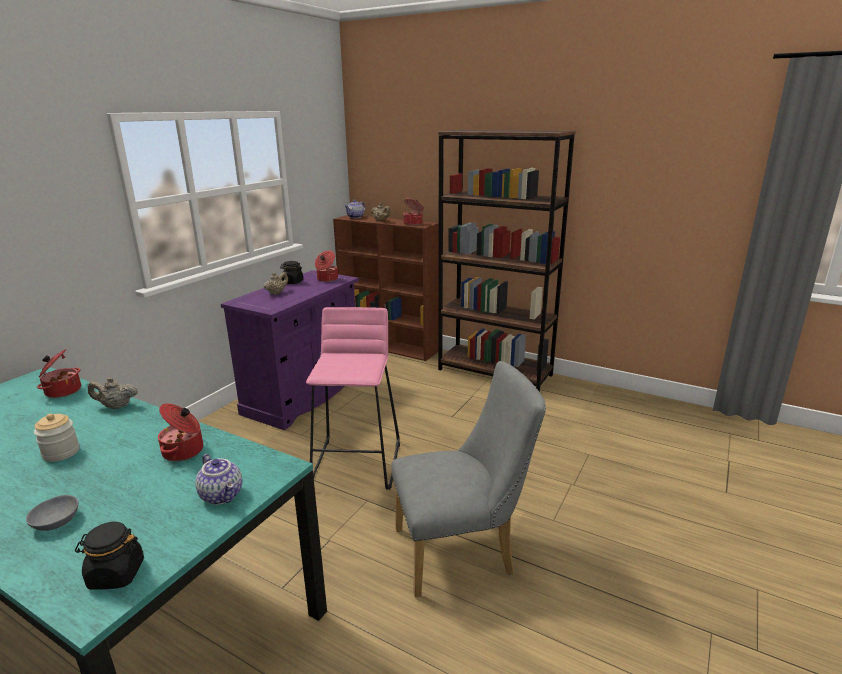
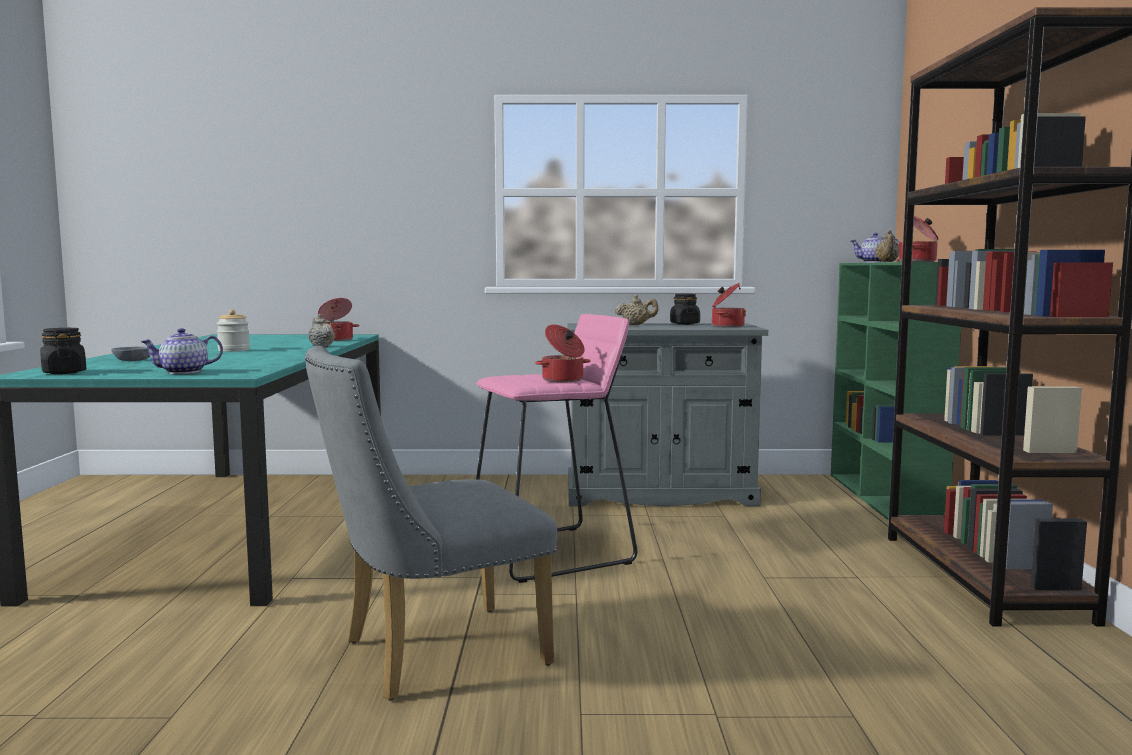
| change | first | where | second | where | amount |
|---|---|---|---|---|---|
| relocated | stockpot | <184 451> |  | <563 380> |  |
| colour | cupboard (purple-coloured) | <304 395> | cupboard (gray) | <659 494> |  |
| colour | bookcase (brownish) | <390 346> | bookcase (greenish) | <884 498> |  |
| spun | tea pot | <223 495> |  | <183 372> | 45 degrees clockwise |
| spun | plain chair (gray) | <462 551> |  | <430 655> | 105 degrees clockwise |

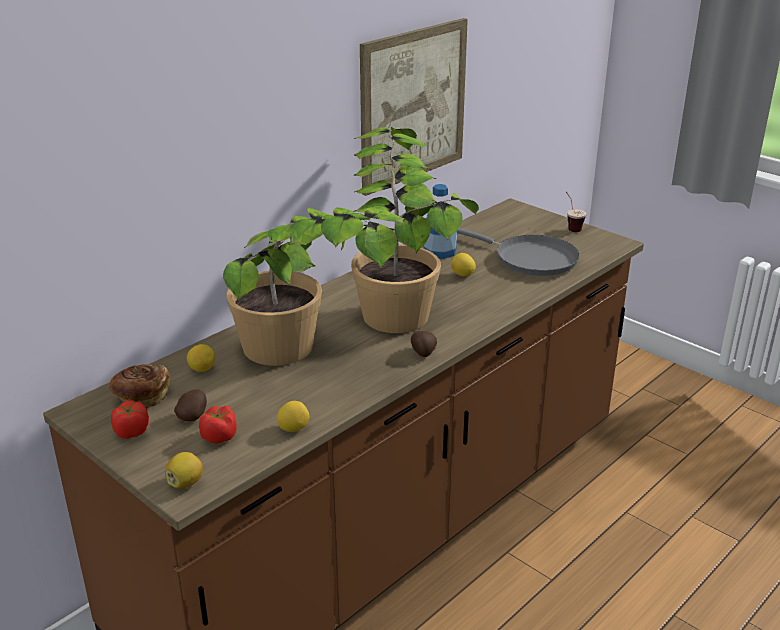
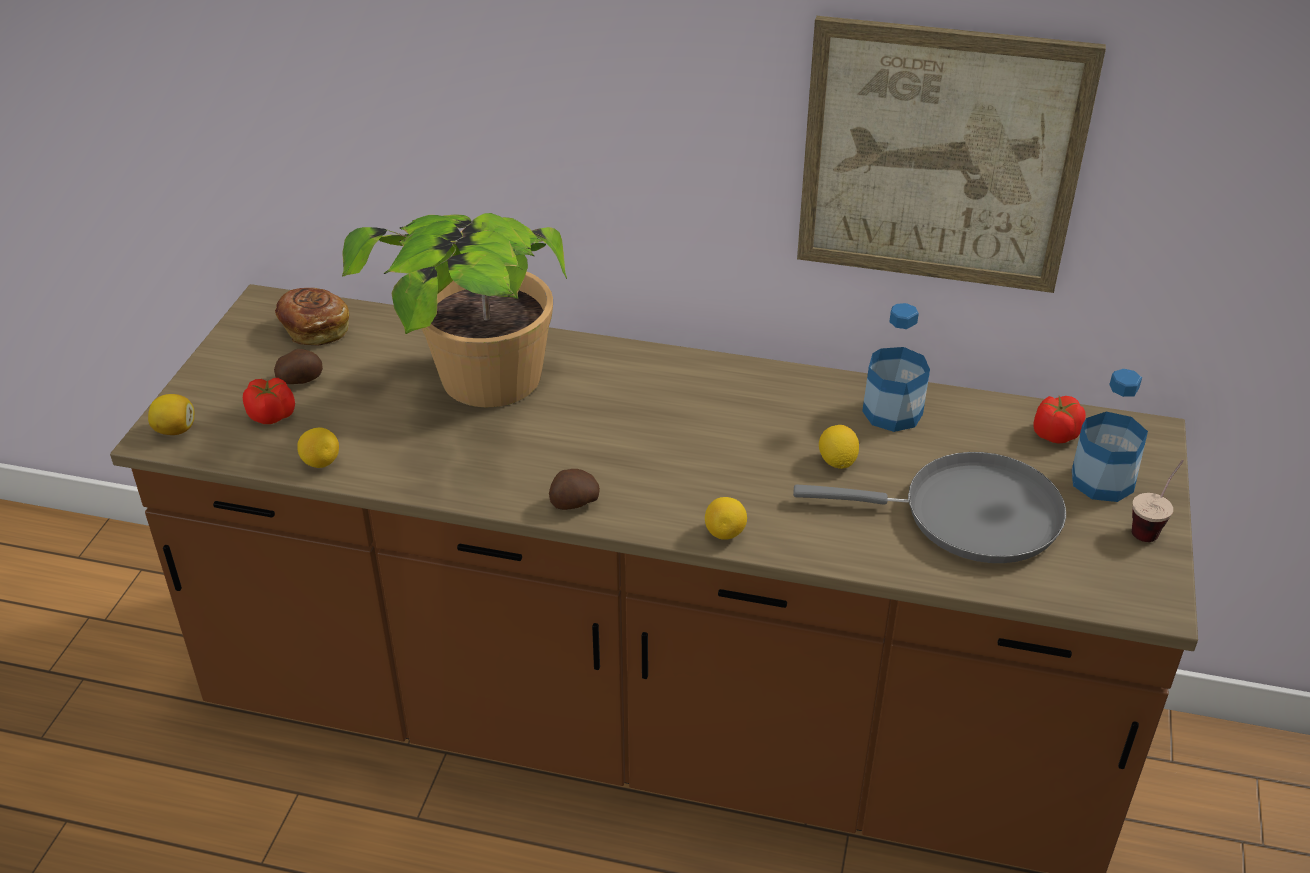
| change | first | where | second | where | amount |
|---|---|---|---|---|---|
| missing | plant in a pot | <398 299> |  |  |  |
| appeared |  |  | beverage bottle | <1102 481> |  |
| relocated | whole tomato | <131 432> |  | <1055 434> |  |
| relocated | lemon | <202 369> |  | <725 533> |  |
| spun | frying pan (gray) | <530 259> |  | <969 515> | 90 degrees counterclockwise |

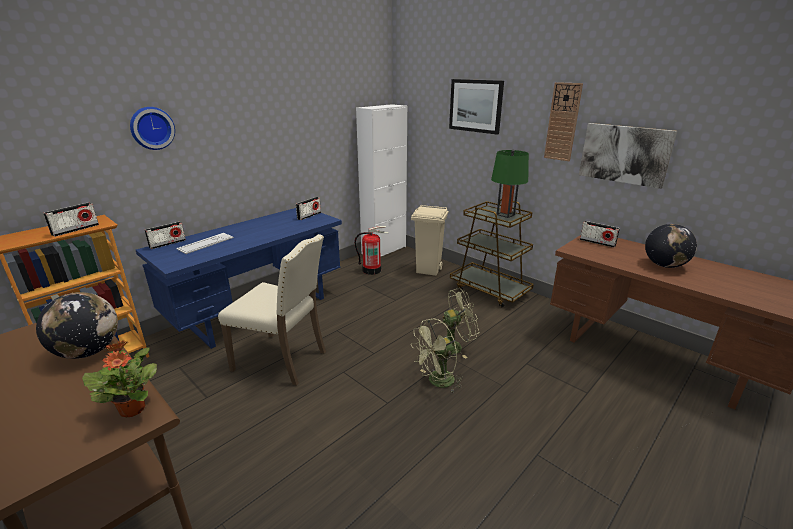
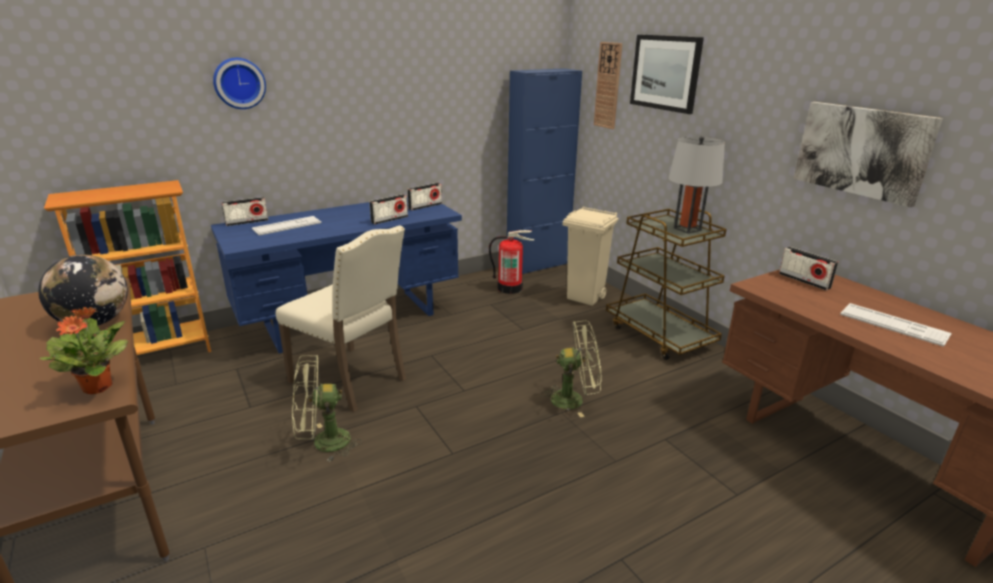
| change | first | where | second | where | amount |
|---|---|---|---|---|---|
| relocated | radio receiver | <75 230> |  | <389 219> |  |
| relocated | fan (greenish) | <437 382> |  | <323 443> |  |
| relocated | wall clock | <562 122> |  | <608 85> |  |
| exchanged | desk globe | <664 265> | keyboard | <893 325> |  |
| colour | cupboard (white) | <384 250> | cupboard (bluish) | <537 265> |  |
| colour | lamp for a table (greenish) | <505 214> | lamp for a table (gray) | <687 229> |  |

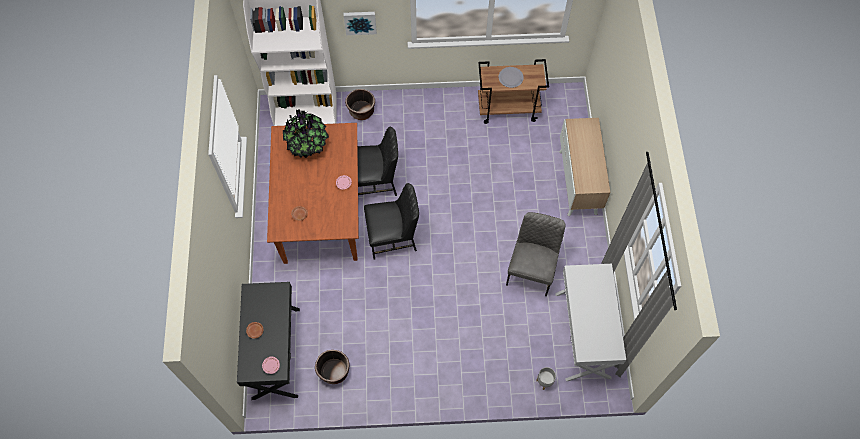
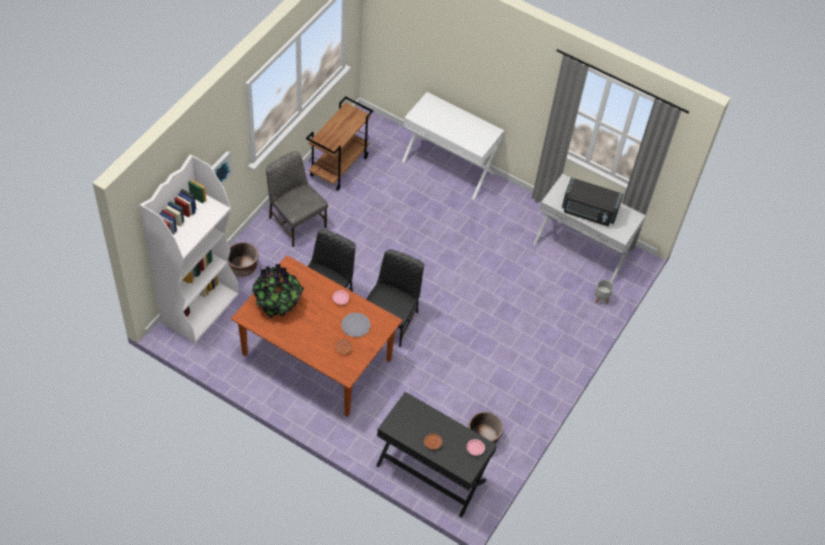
| change | first | where | second | where | amount |
|---|---|---|---|---|---|
| appeared |  |  | kitchen microwave (black) | <589 212> |  |
| relocated | flat dish (gray) | <510 78> |  | <355 325> |  |
| relocated | plain chair (gray) | <531 270> |  | <296 222> |  |
| exchanged | cupboard | <578 182> | console table (white) | <448 167> |  |

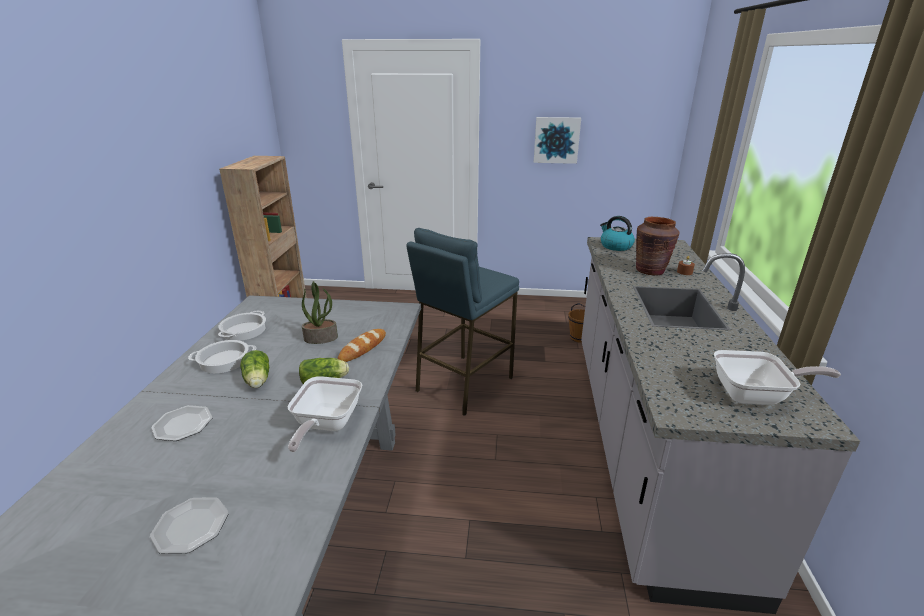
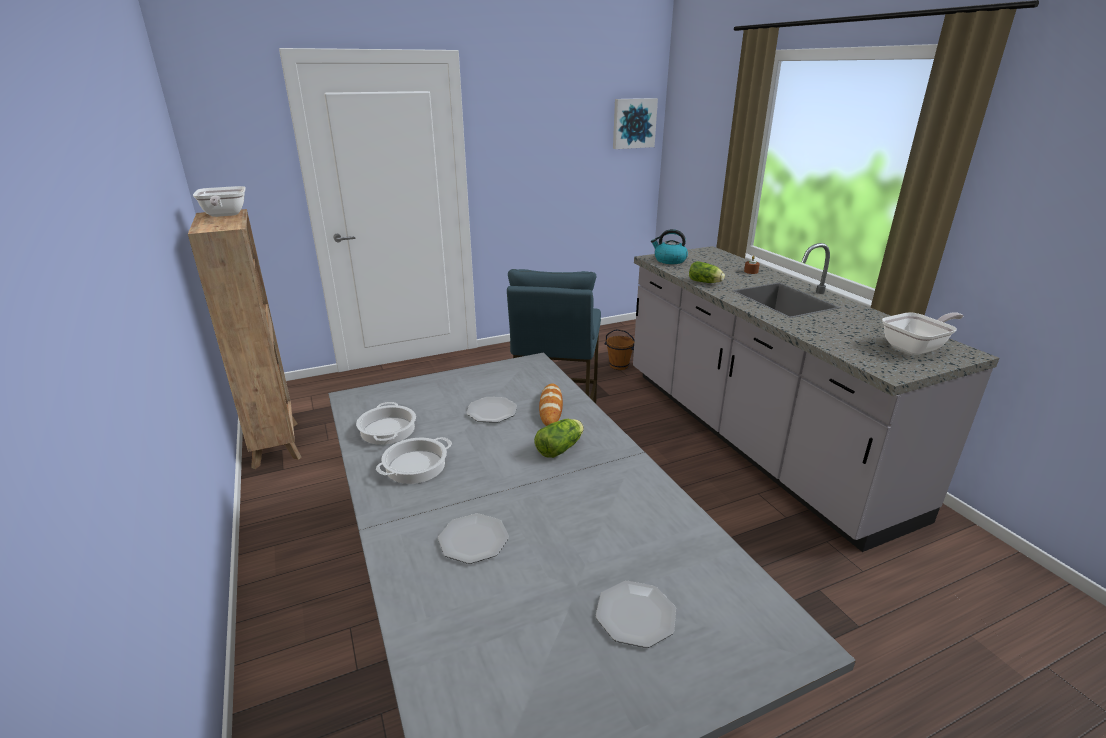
| change | first | where | second | where | amount |
|---|---|---|---|---|---|
| missing | vase (brownish) | <650 271> |  |  |  |
| relocated | head of lettuce | <257 381> |  | <706 282> |  |
| relocated | frying pan | <325 425> |  | <224 215> |  |
| relocated | wall picture | <556 140> |  | <633 123> |  |
| exchanged | plant in a pot | <321 338> | flat dish | <492 411> |  |

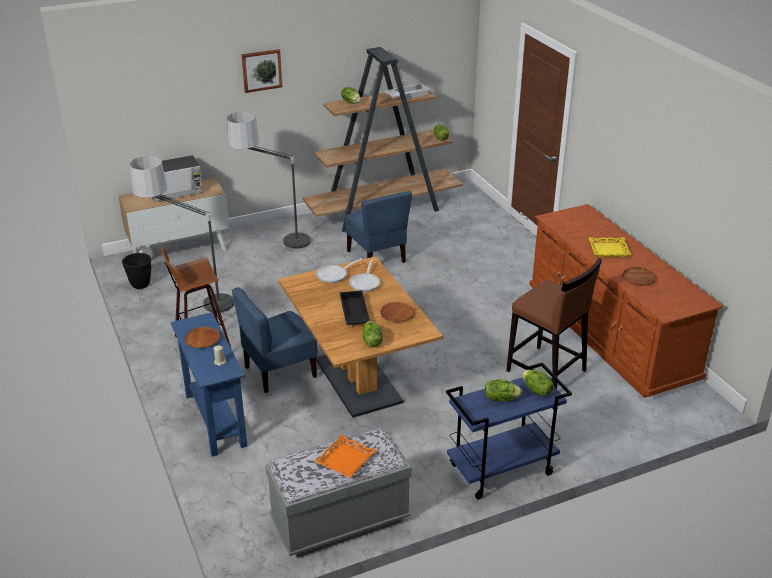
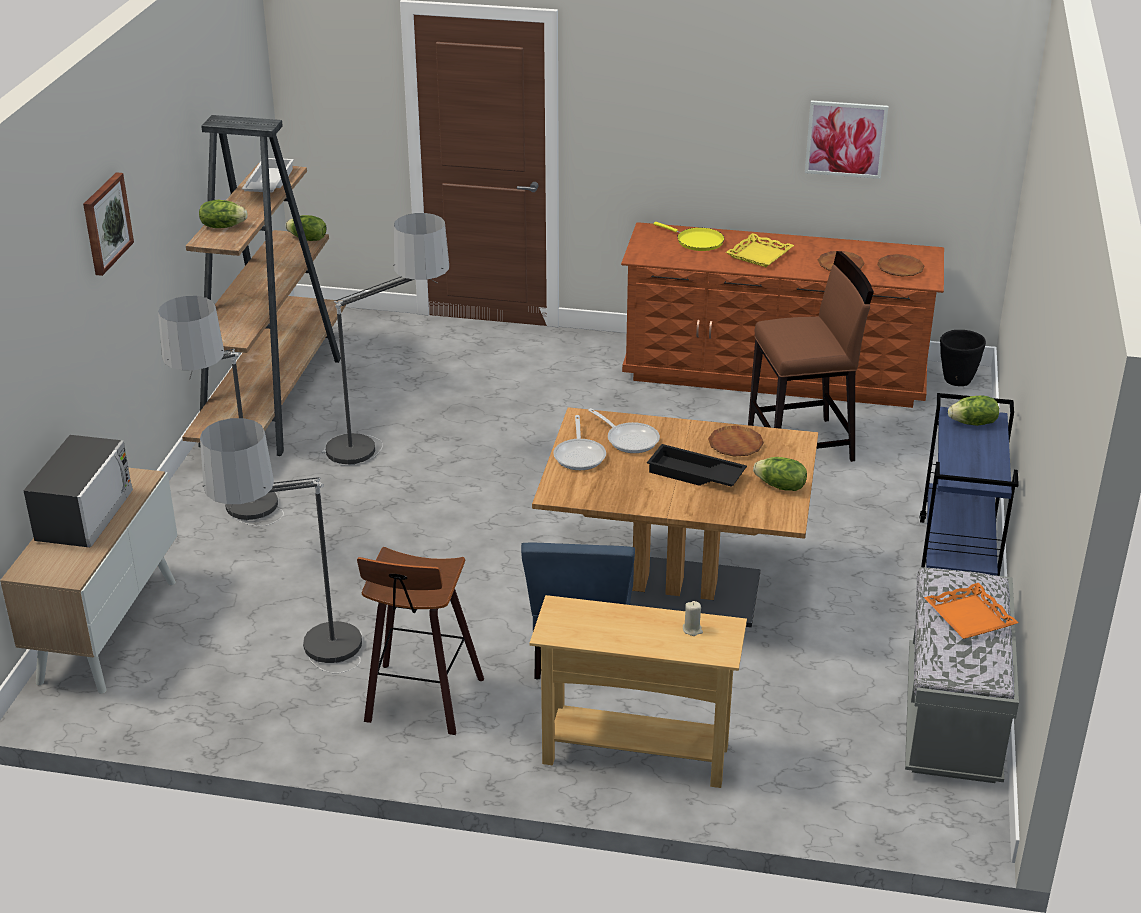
| change | first | where | second | where | amount |
|---|---|---|---|---|---|
| missing | head of lettuce | <501 398> |  |  |  |
| appeared |  |  | frying pan (yellow) | <697 241> |  |
| appeared |  |  | wall picture | <846 139> |  |
| relocated | plant pot (black) | <140 285> |  | <956 380> |  |
| relocated | flat dish (brownish) | <202 340> |  | <900 269> |  |
| exchanged | plain chair (bluish) | <377 256> | standard lamp | <390 455> |  |
| colour | console table (bluish) | <215 420> | console table (sand-coloured) | <635 754> |  |

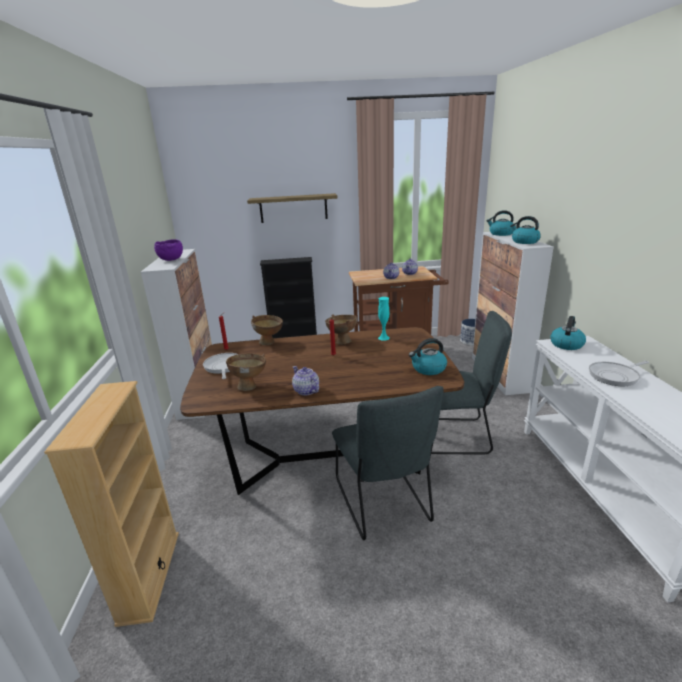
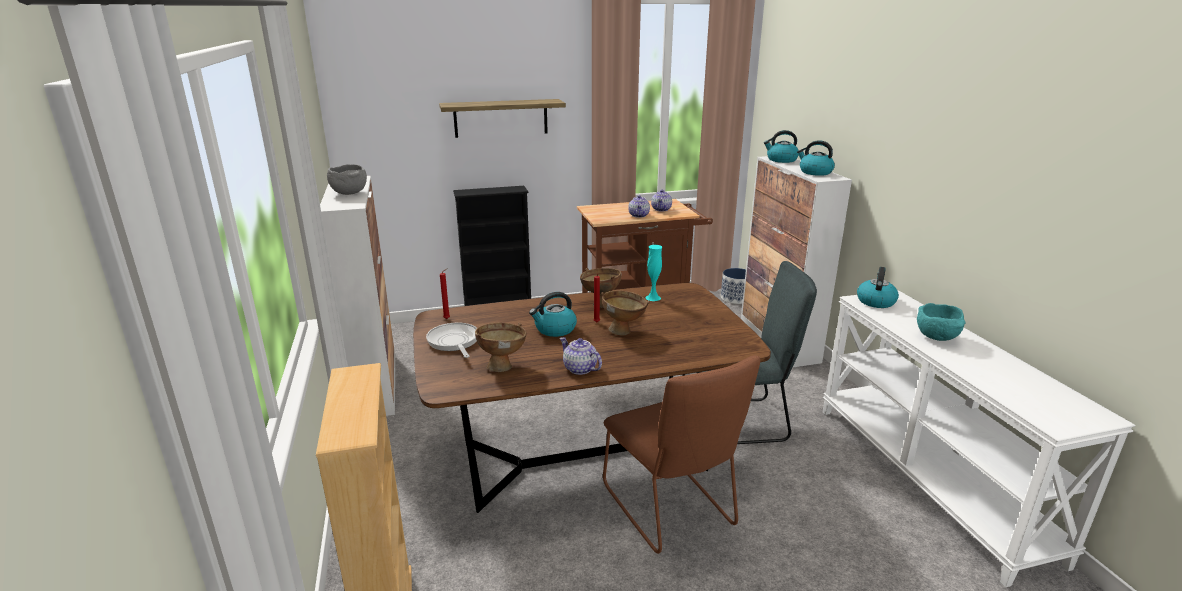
| change | first | where | second | where | amount |
|---|---|---|---|---|---|
| relocated | deep dish (brownish) | <270 343> |  | <624 331> |  |
| relocated | water kettle | <428 369> |  | <555 329> |  |
| exchanged | frying pan | <615 376> | deep dish (turquoise-coloured) | <937 338> |  |
| colour | deep dish (purple-coloured) | <171 260> | deep dish (gray) | <349 193> |  |
| colour | plain chair (gray) | <383 504> | plain chair (brownish) | <671 509> |  |

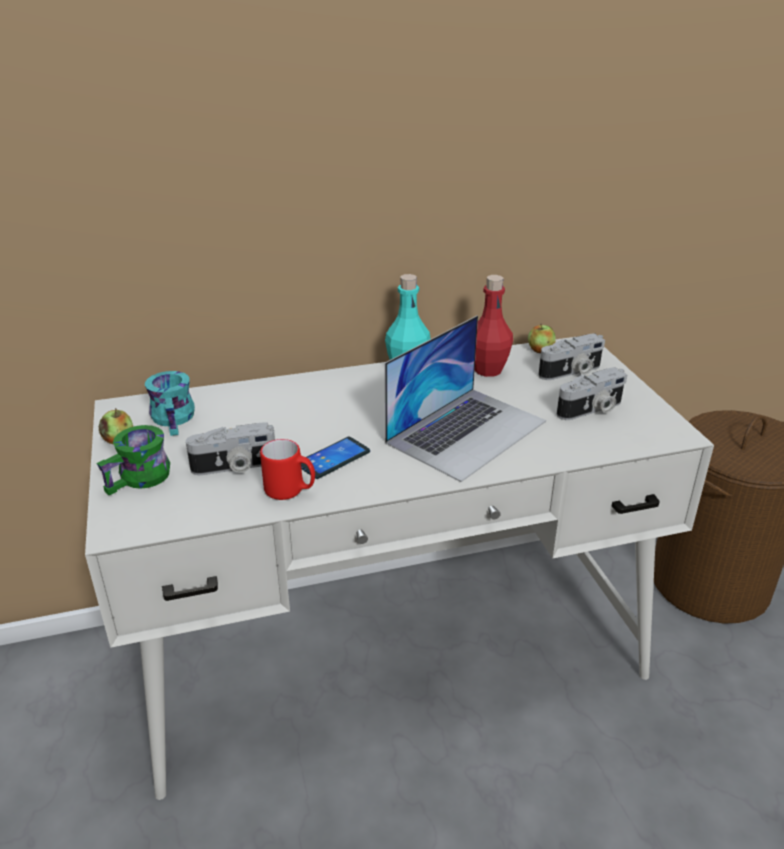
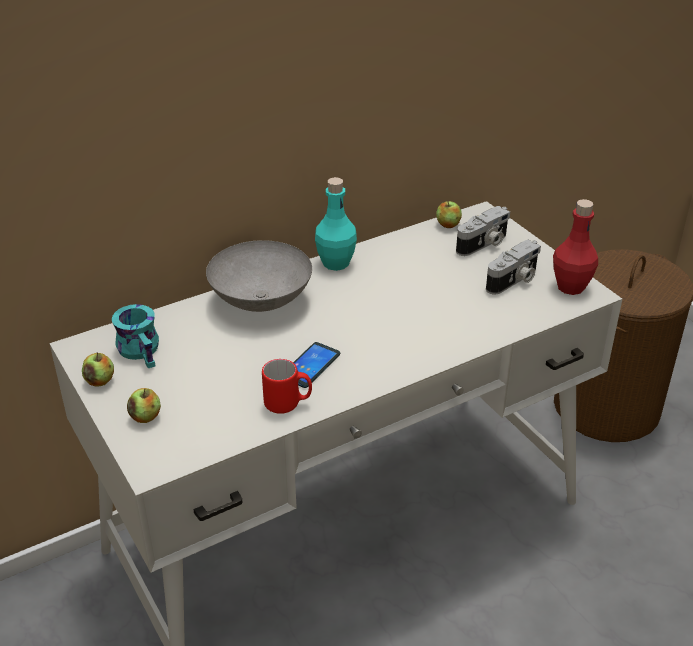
| change | first | where | second | where | amount |
|---|---|---|---|---|---|
| missing | photo camera | <234 467> |  |  |  |
| missing | laptop | <467 431> |  |  |  |
| appeared |  |  | deep dish (gray) | <260 300> |  |
| relocated | beverage bottle (red) | <488 370> |  | <570 287> |  |
| exchanged | mug (greenish) | <141 480> | apple fruit | <145 417> |  |

